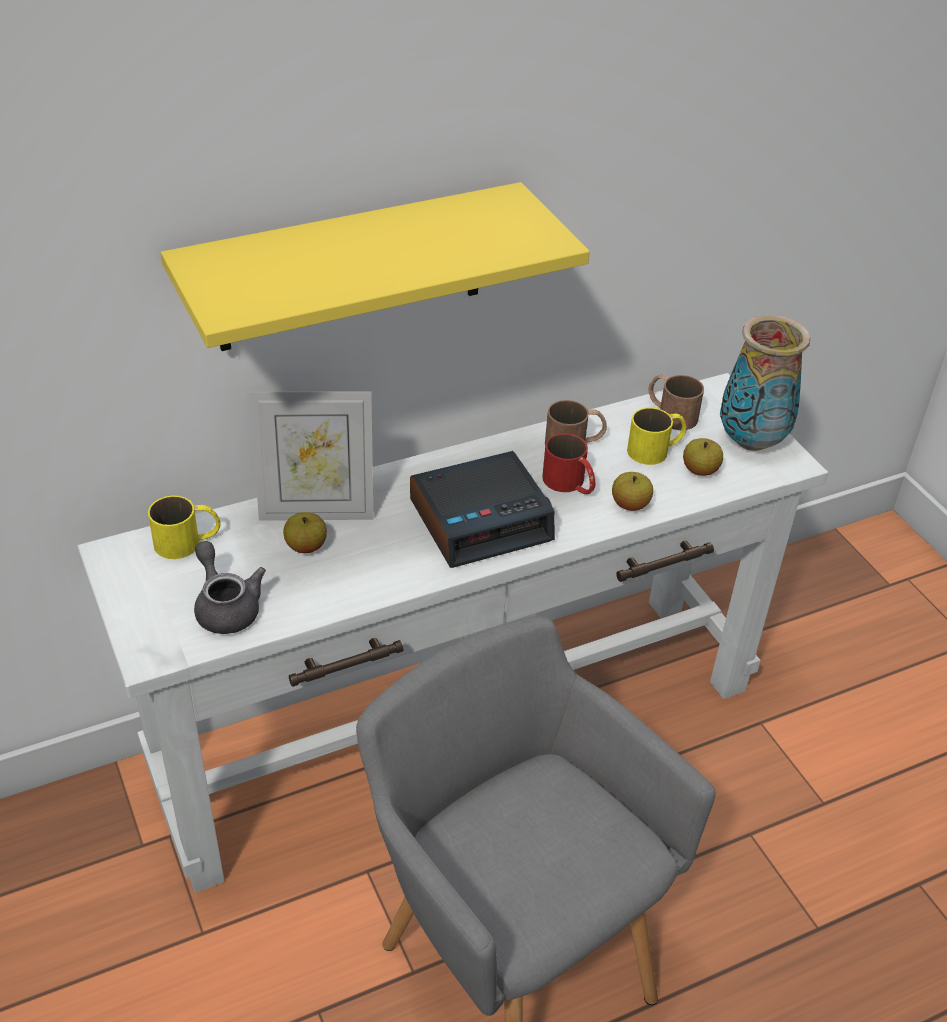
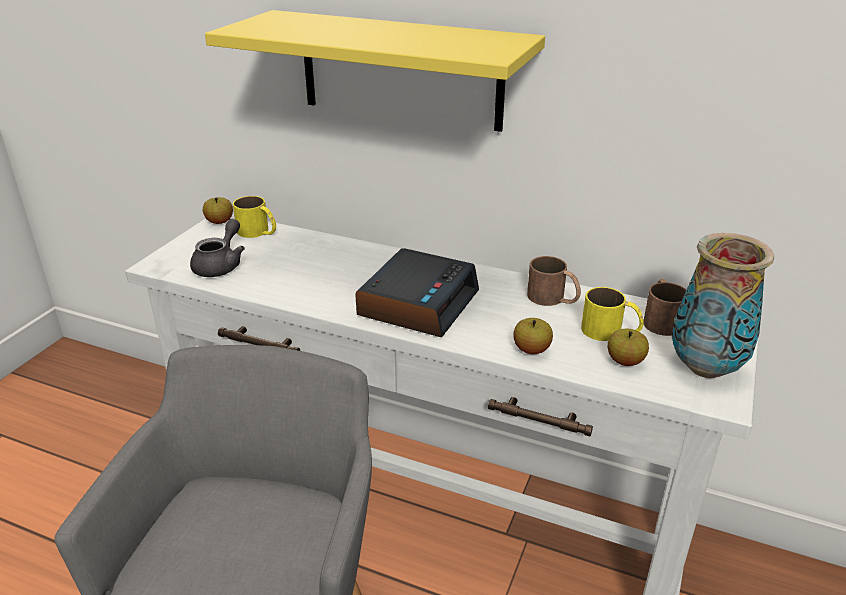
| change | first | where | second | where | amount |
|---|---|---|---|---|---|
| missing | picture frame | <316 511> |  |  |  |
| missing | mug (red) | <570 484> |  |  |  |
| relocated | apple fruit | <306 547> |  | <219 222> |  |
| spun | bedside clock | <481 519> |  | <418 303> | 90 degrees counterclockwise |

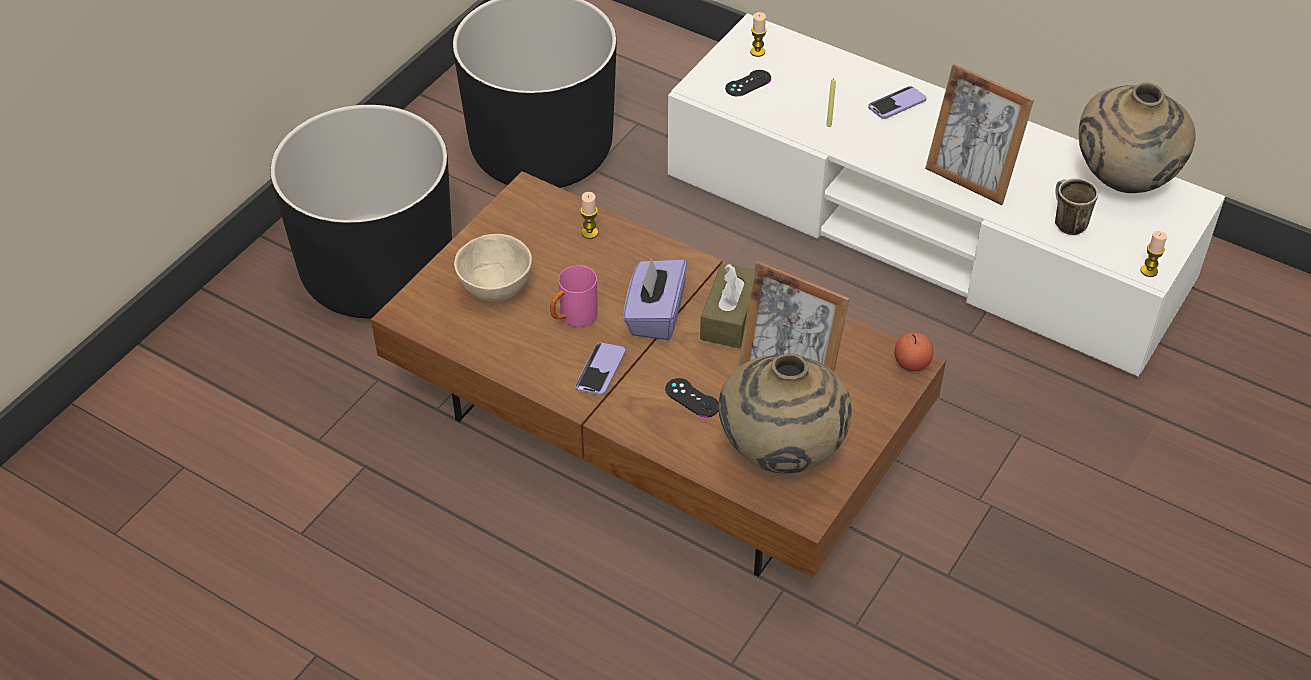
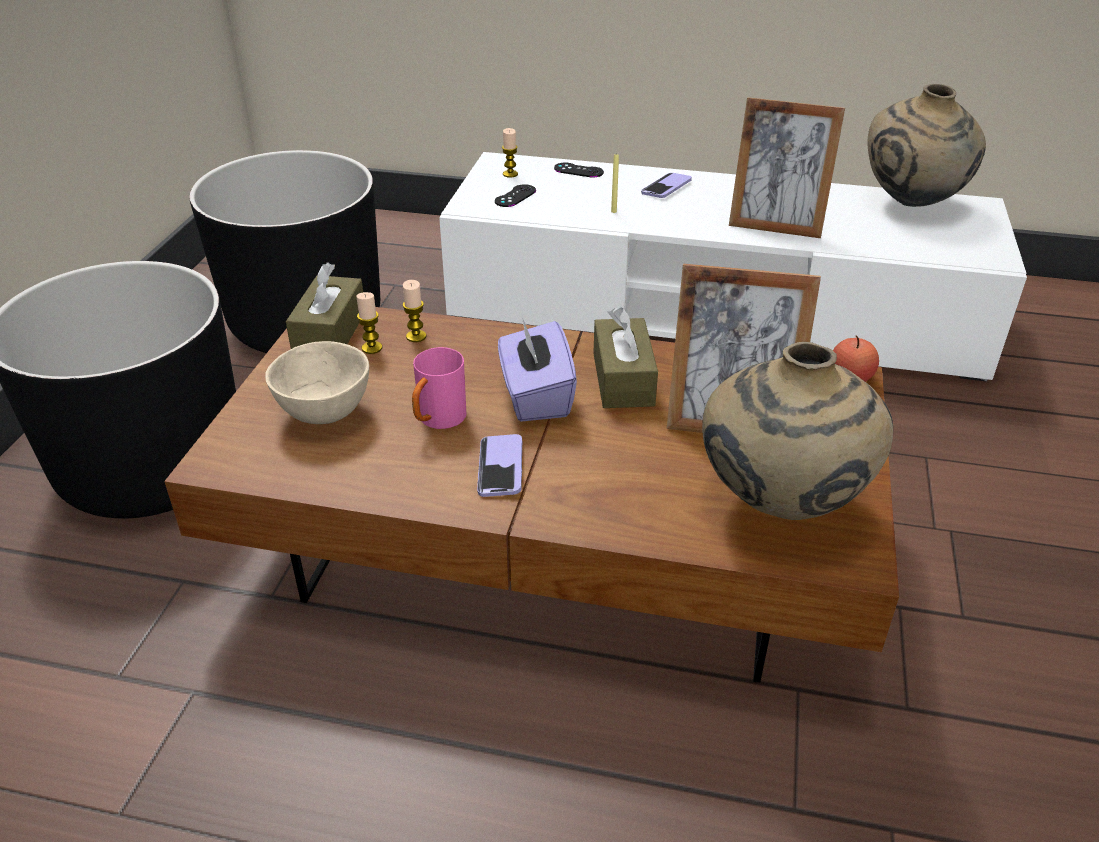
| change | first | where | second | where | amount |
|---|---|---|---|---|---|
| missing | mug | <1065 222> |  |  |  |
| appeared |  |  | tissue holder (brownish) | <330 333> |  |
| relocated | gamepad (black) | <692 398> |  | <578 170> |  |
| relocated | wax candle | <1149 271> |  | <372 348> |  |

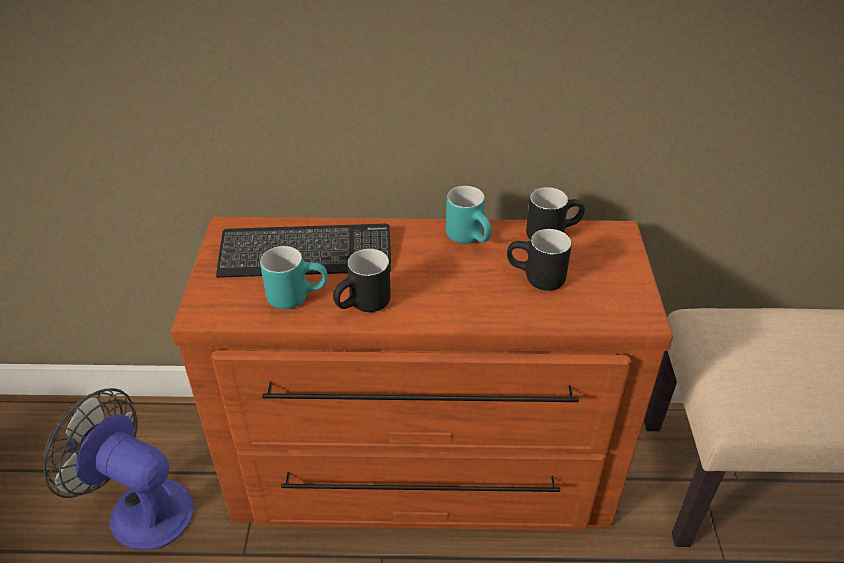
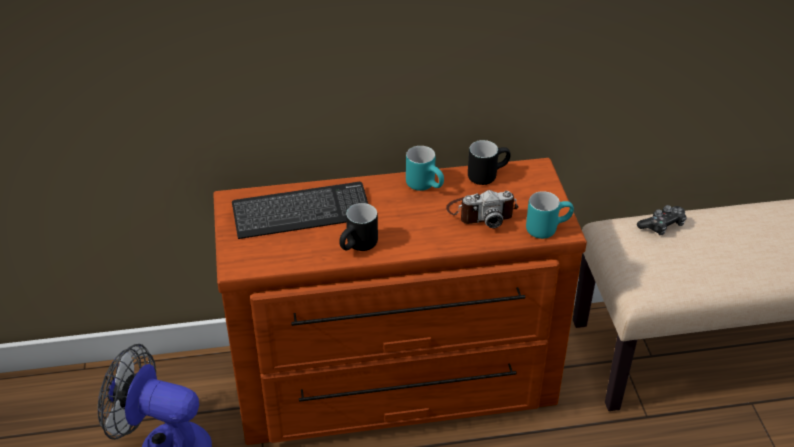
| change | first | where | second | where | amount |
|---|---|---|---|---|---|
| appeared |  |  | gamepad | <662 225> |  |
| relocated | mug (turquoise-coloured) | <297 295> |  | <547 227> |  |
| exchanged | mug (black) | <535 280> | photo camera | <481 212> |  |

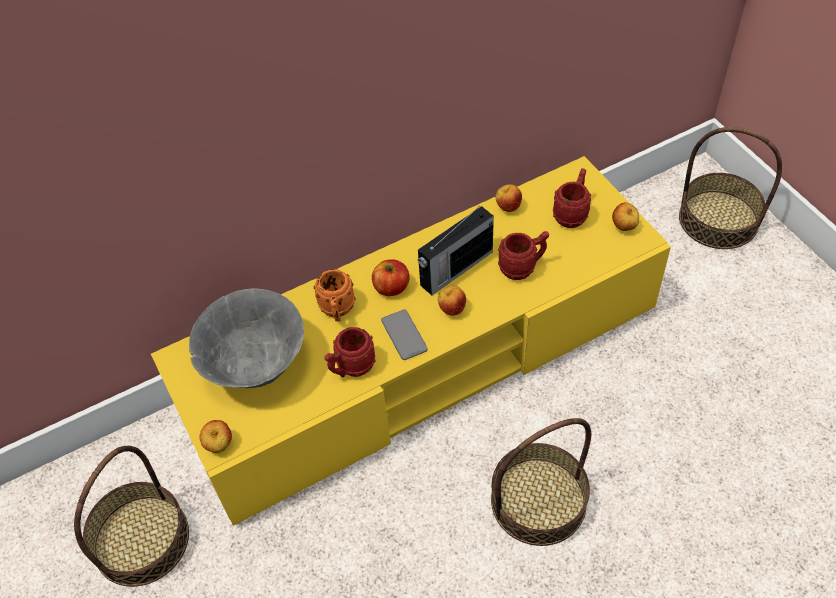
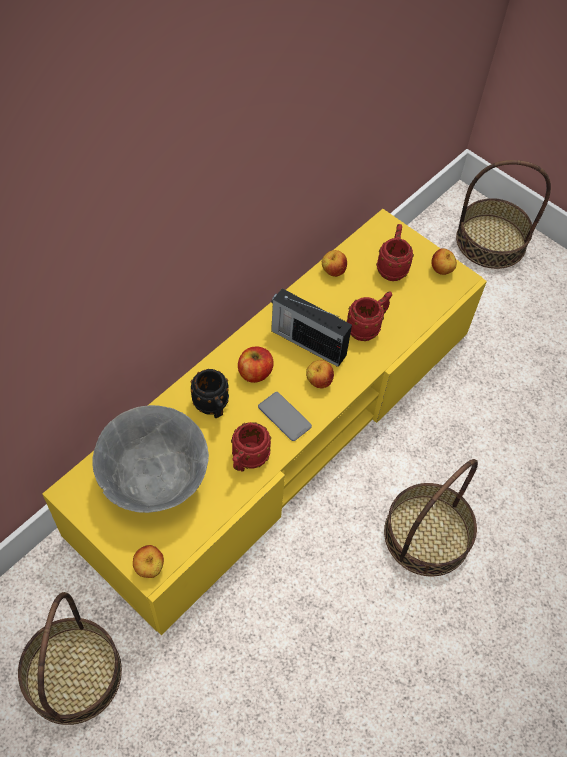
| change | first | where | second | where | amount |
|---|---|---|---|---|---|
| colour | mug (orange) | <337 311> | mug (black) | <212 407> |  |
| spun | radio receiver | <455 269> |  | <307 342> | 90 degrees clockwise |

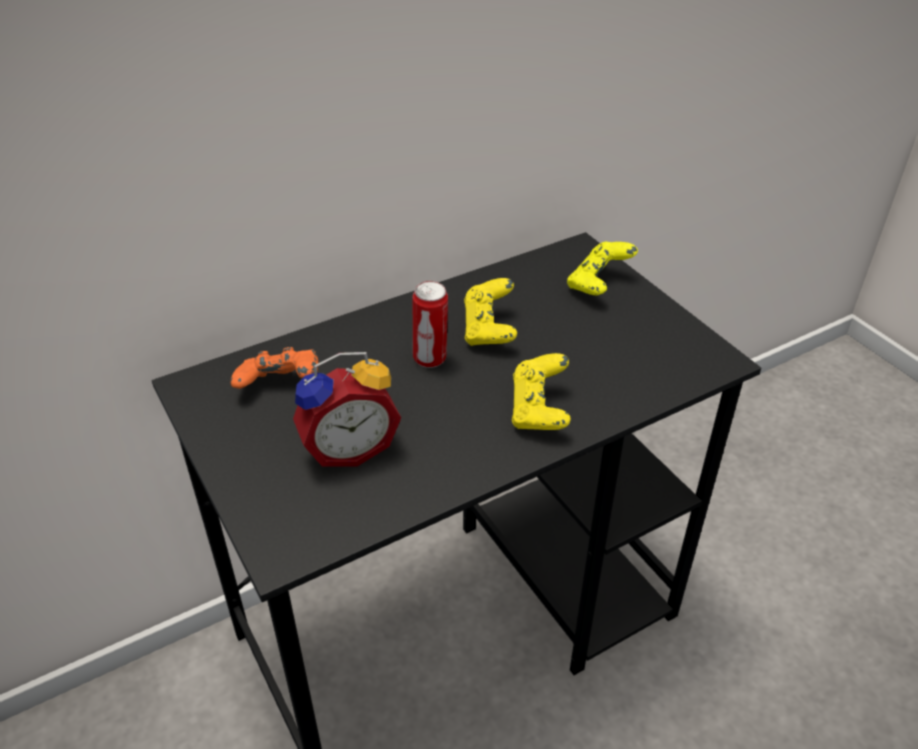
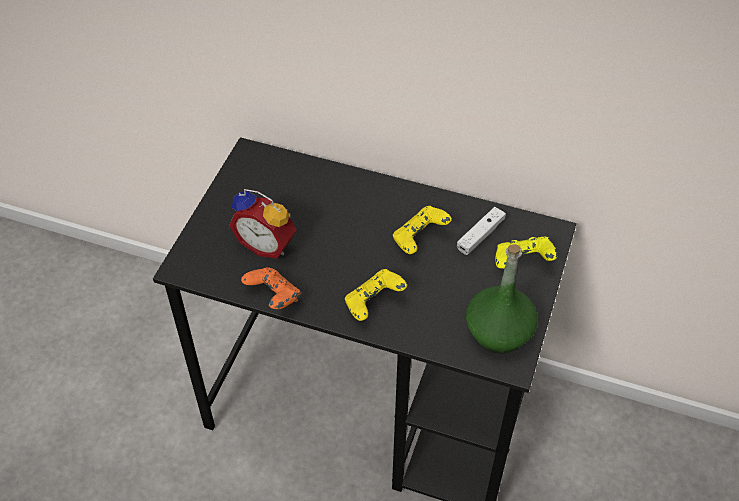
| change | first | where | second | where | amount |
|---|---|---|---|---|---|
| missing | metal can | <430 359> |  |  |  |
| appeared |  |  | gamepad (white) | <480 235> |  |
| appeared |  |  | beverage bottle (greenish) | <498 331> |  |
| relocated | gamepad (orange) | <281 387> |  | <273 298> |  |

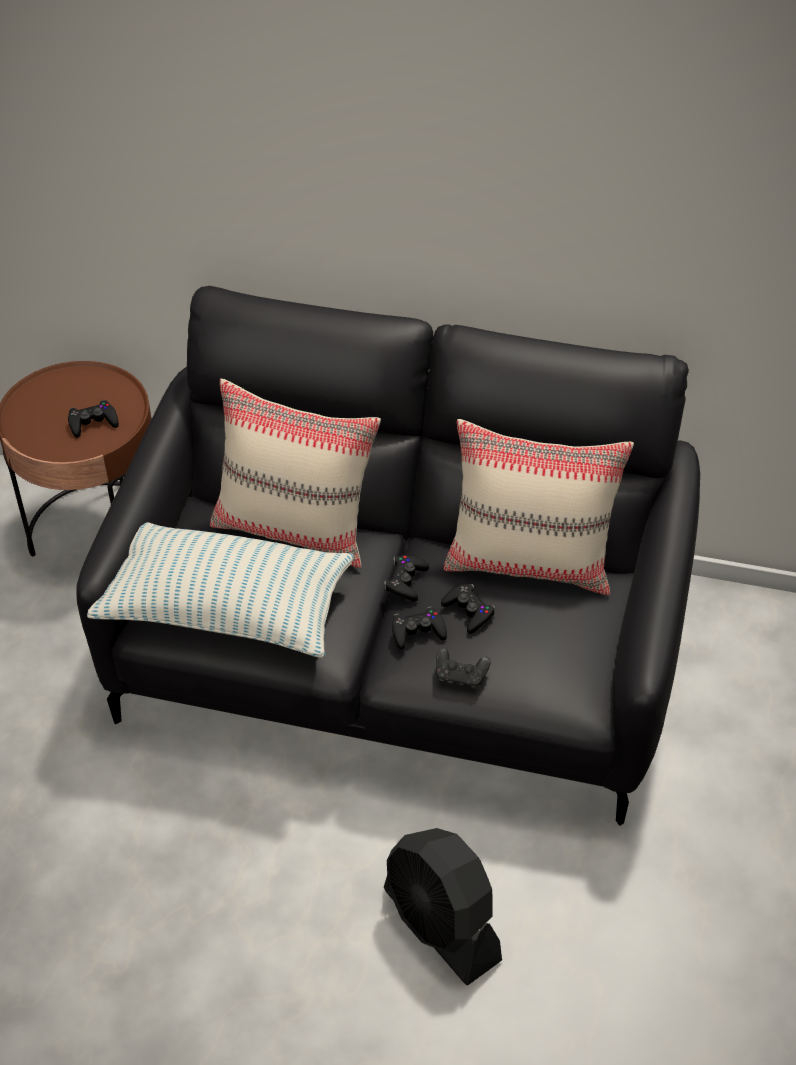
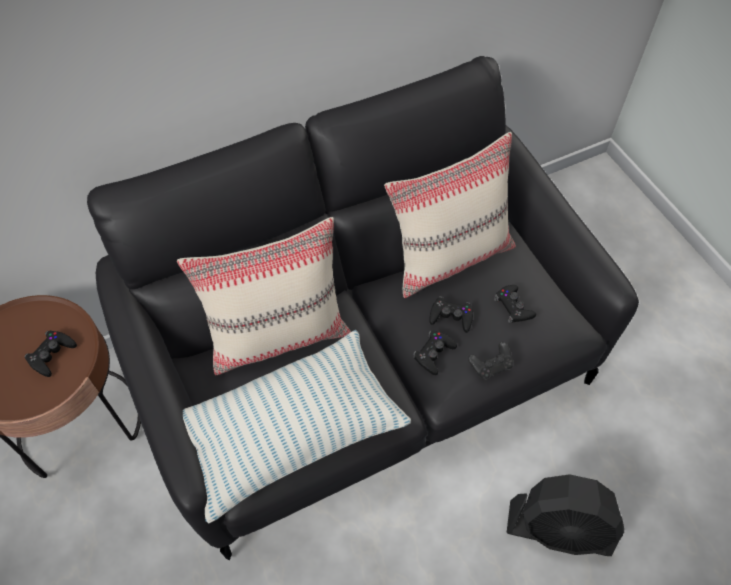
| change | first | where | second | where | amount |
|---|---|---|---|---|---|
| relocated | gamepad (black) | <406 581> |  | <513 307> |  |

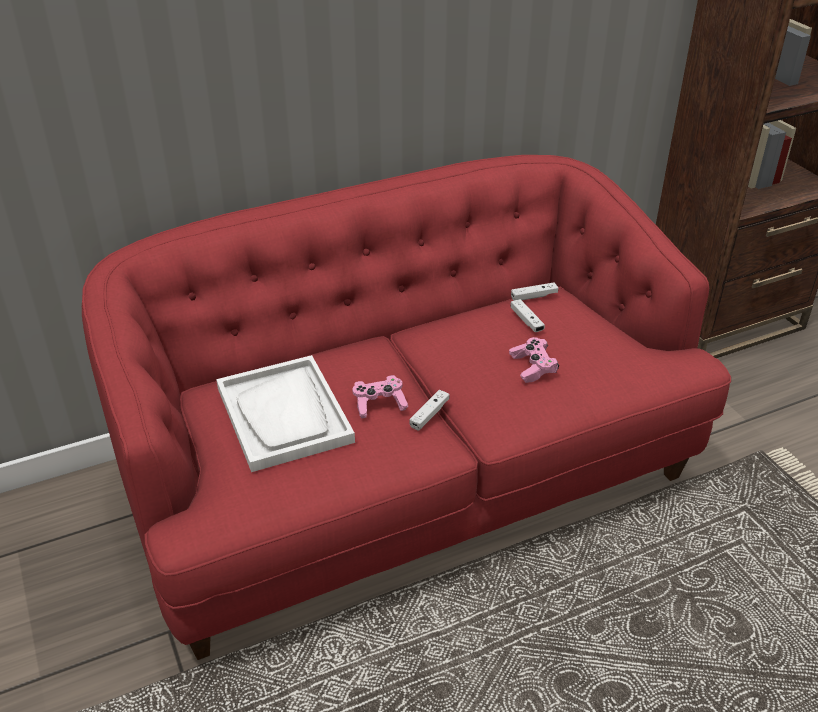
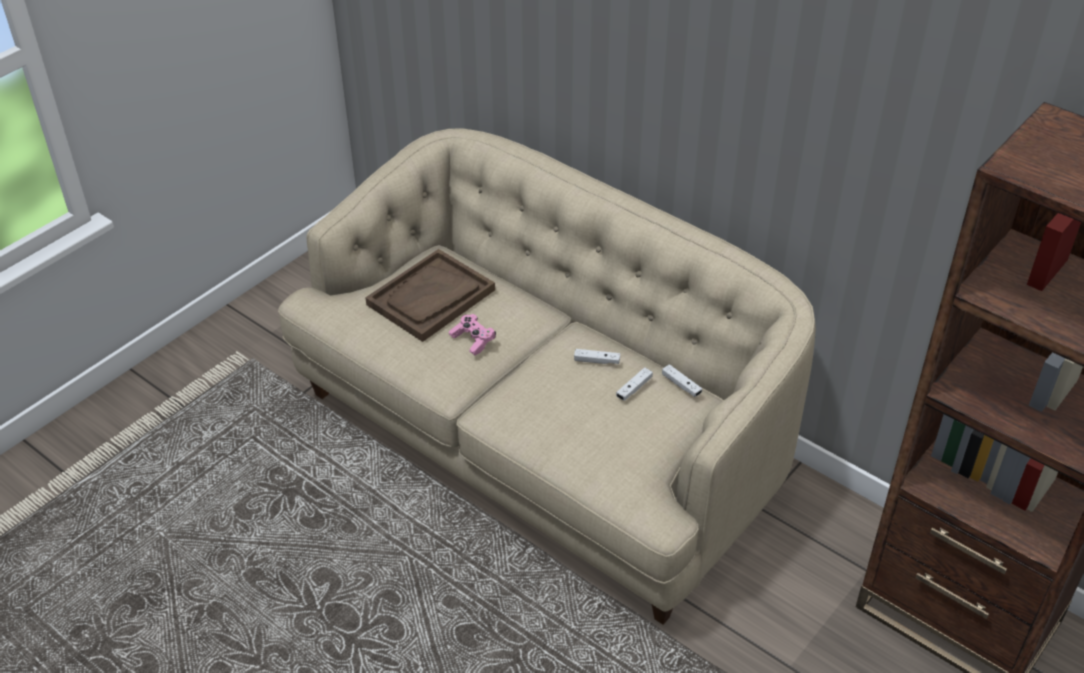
| change | first | where | second | where | amount |
|---|---|---|---|---|---|
| missing | gamepad (pinkish) | <533 367> |  |  |  |
| relocated | gamepad (white) | <429 414> |  | <597 361> |  |
| colour | settee (red) | <409 479> | settee (sand-coloured) | <543 440> |  |
| colour | serving tray (white) | <284 415> | serving tray (brownish) | <431 298> |  |

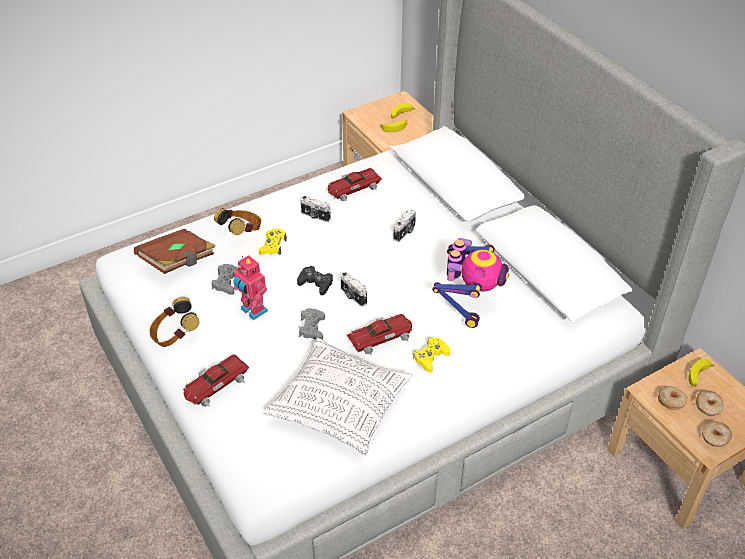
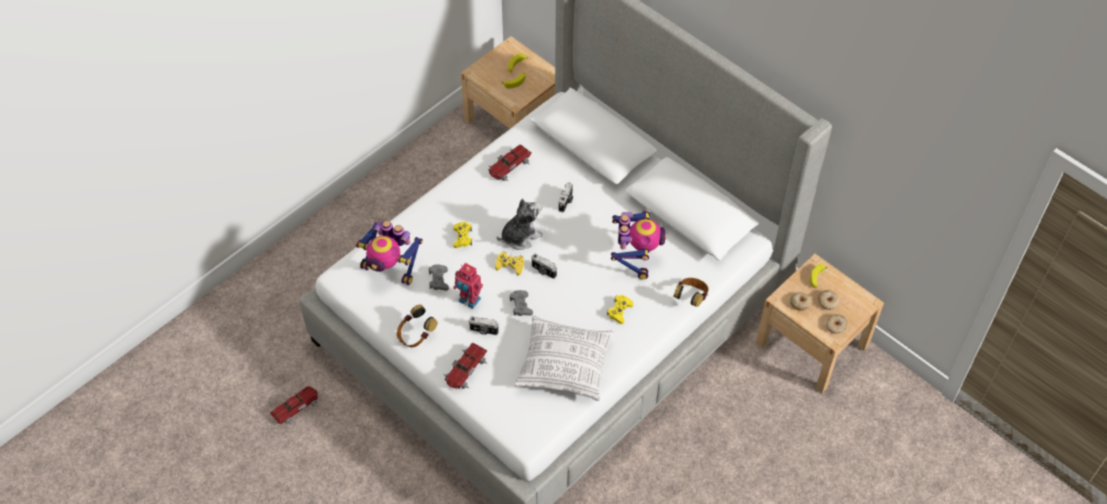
| change | first | where | second | where | amount |
|---|---|---|---|---|---|
| appeared |  |  | plush toy | <520 236> |  |
| relocated | headset | <242 232> |  | <691 298> |  |
| relocated | photo camera | <315 216> |  | <484 331> |  |
| relocated | miniature car | <381 337> |  | <296 407> |  |
| exchanged | volume (brownish) | <178 261> | model robot | <390 269> |  |
| colour | gamepad (black) | <316 283> | gamepad (yellow) | <510 265> |  |

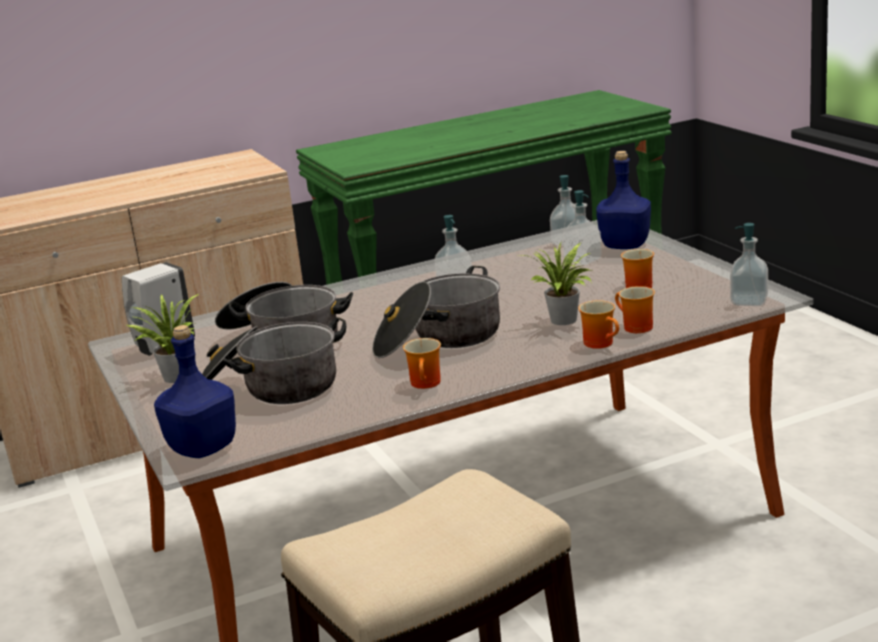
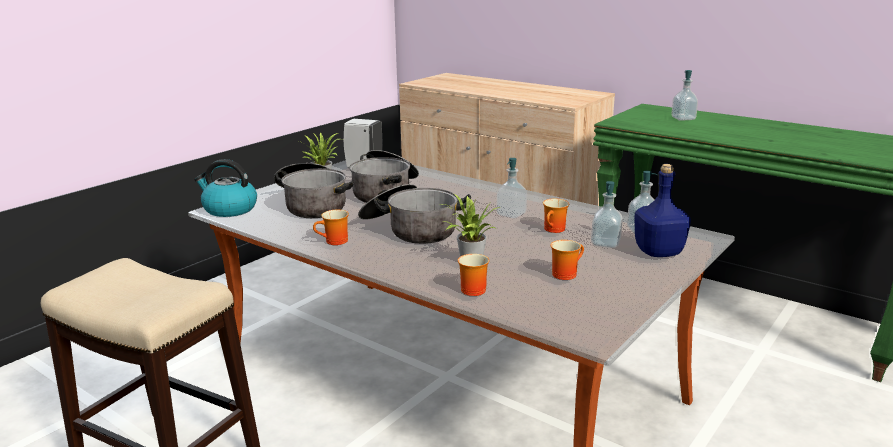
| change | first | where | second | where | amount |
|---|---|---|---|---|---|
| relocated | mug | <602 343> |  | <555 230> |  |
| relocated | soap bottle | <749 301> |  | <683 118> |  |
| exchanged | beverage bottle (bluish) | <204 449> | water kettle | <229 209> |  |

